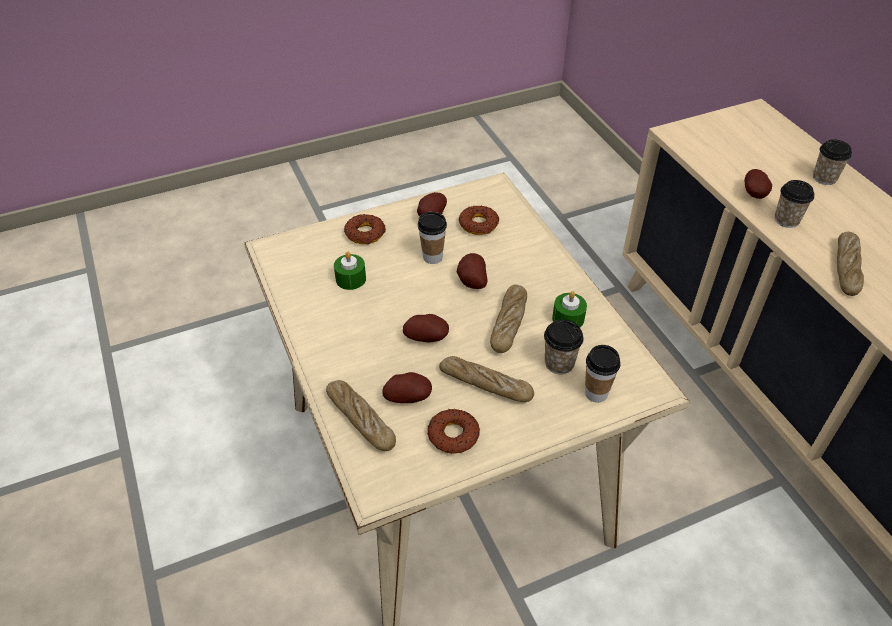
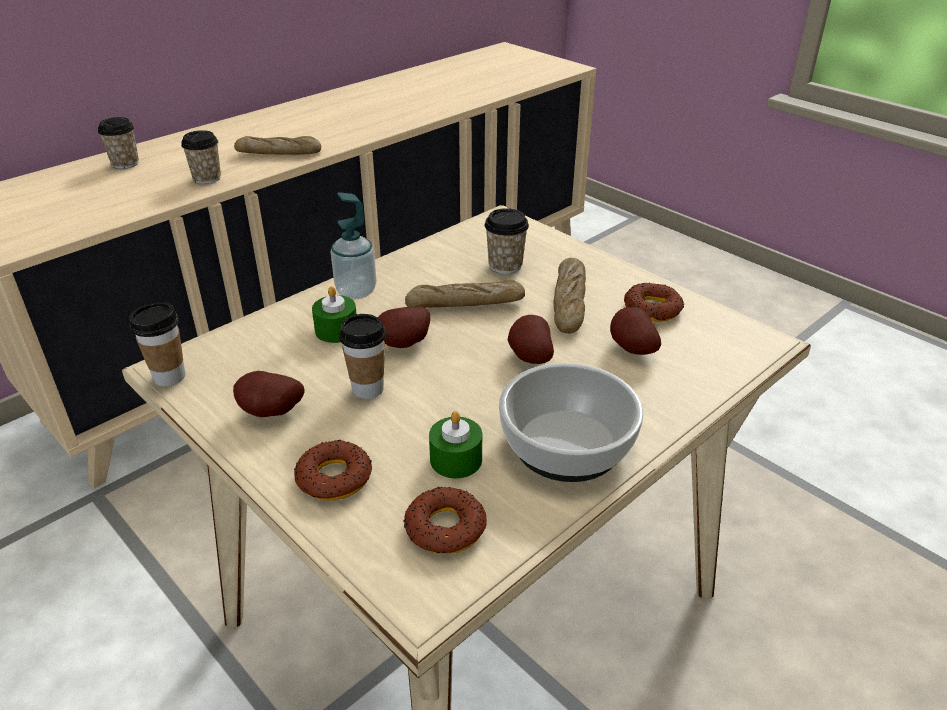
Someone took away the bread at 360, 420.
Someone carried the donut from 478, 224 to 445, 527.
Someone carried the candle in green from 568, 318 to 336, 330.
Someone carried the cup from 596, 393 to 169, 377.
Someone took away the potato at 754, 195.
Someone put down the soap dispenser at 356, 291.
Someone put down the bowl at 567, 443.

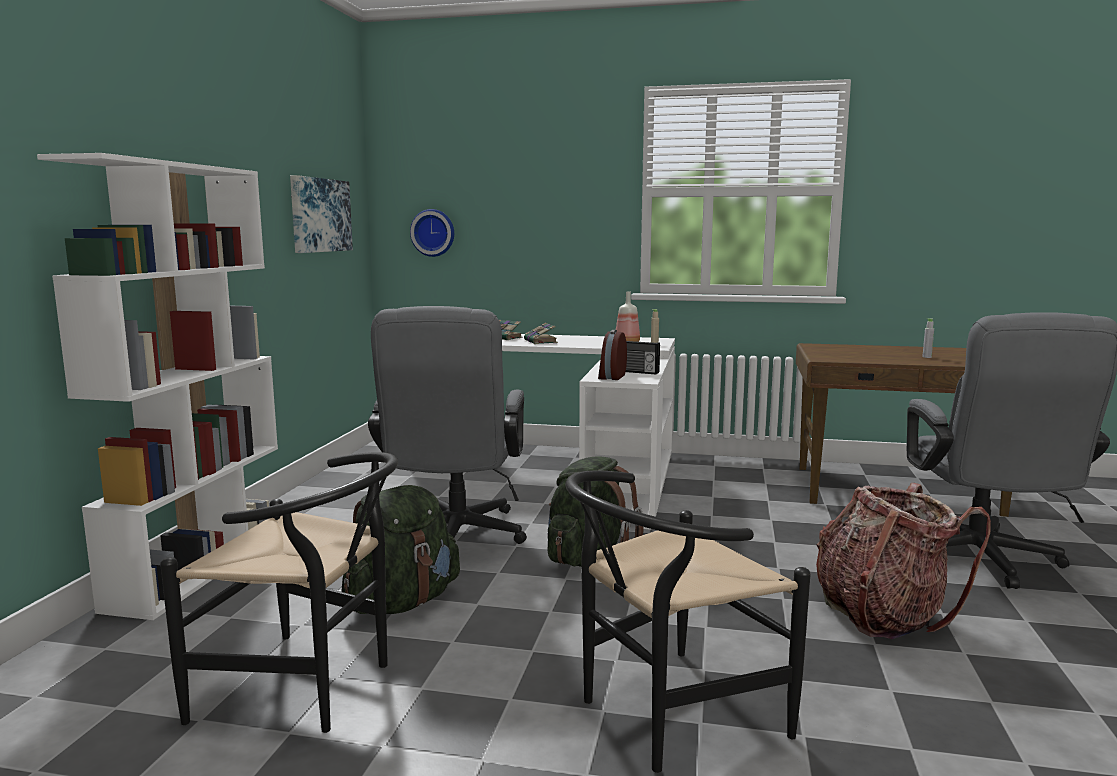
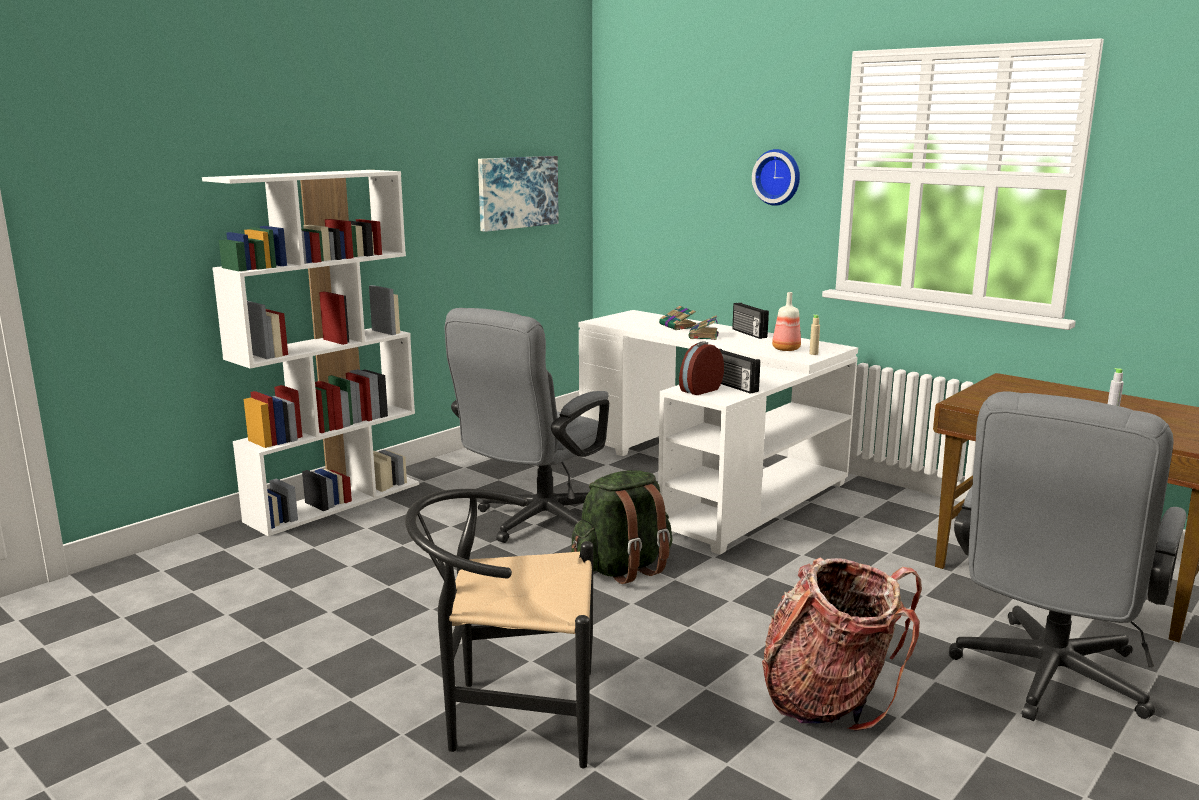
Someone took away the chair in black at 309, 688.
Someone took away the backpack in green at 402, 602.
Someone carried the wall clock from 433, 232 to 778, 177.
Someone put down the radio at 748, 333.

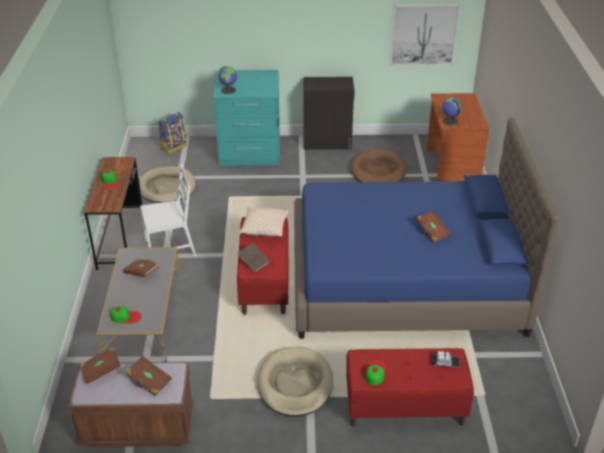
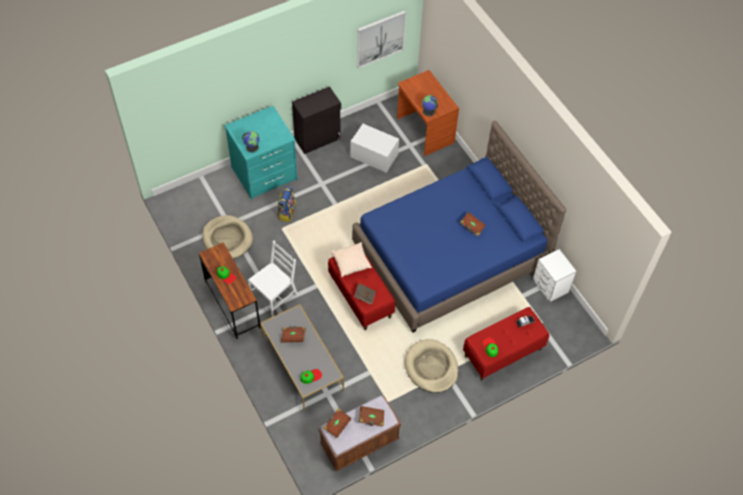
Someone carried the backpack from 173, 147 to 286, 212.
Someone swapped the dog bed in brown at 378, 171 for the storage box in white at 374, 156.
Someone put down the nightstand in white at 550, 287.

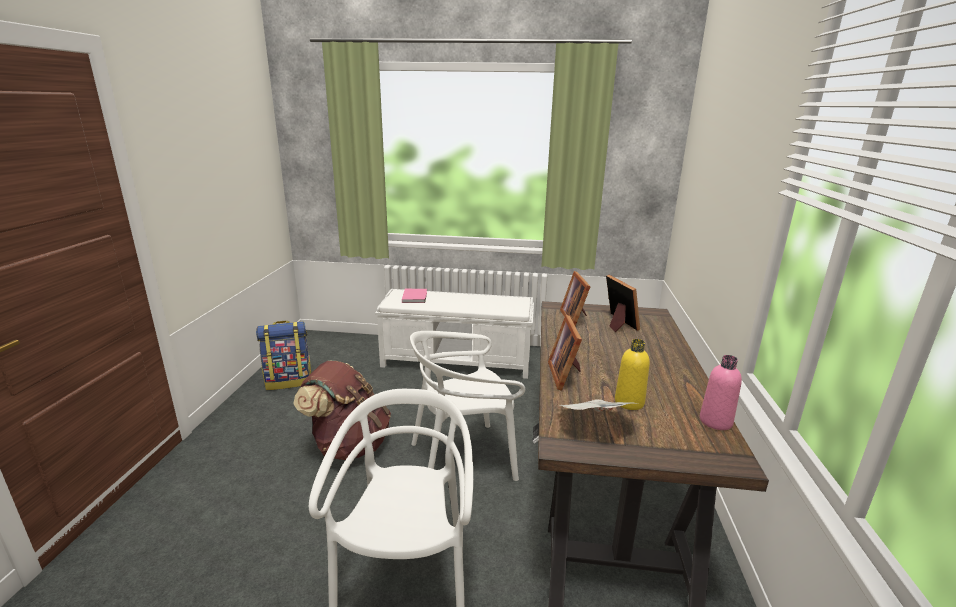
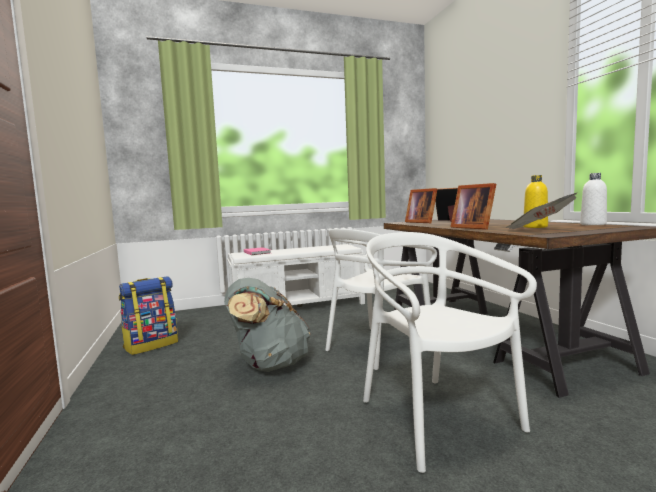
Someone repainted the backpack in brown at 349, 445, which became the backpack in grey at 268, 364.
Someone repainted the bottle in pink at 715, 421, which became the bottle in white at 593, 224.

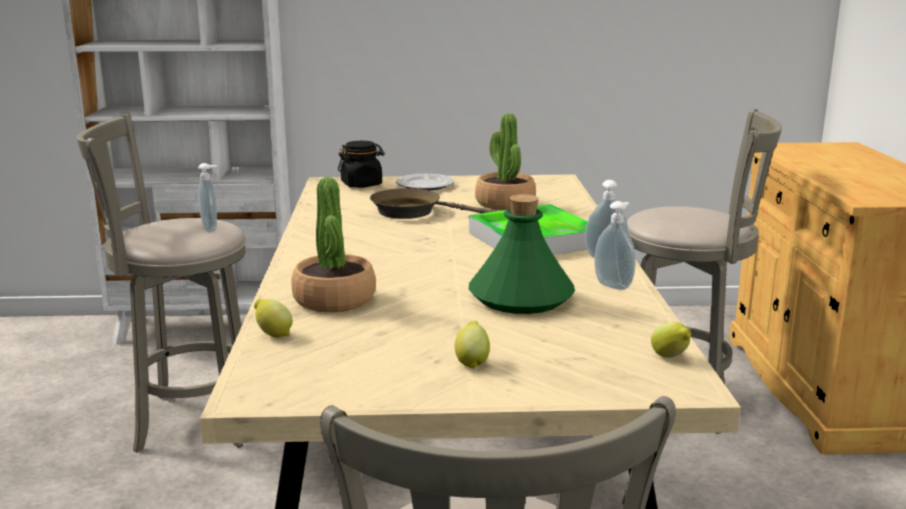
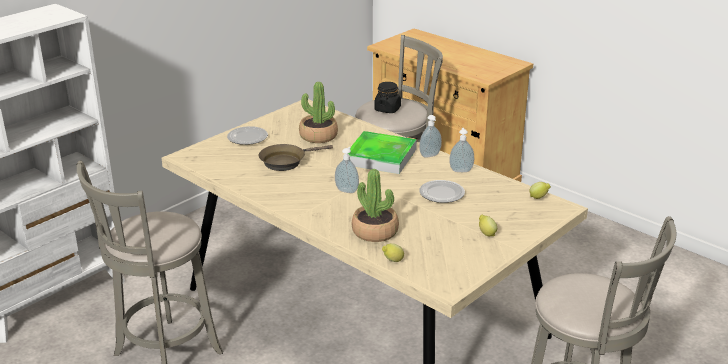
Someone carried the soap dispenser from 211, 229 to 347, 190.
Someone carried the jar in black from 362, 184 to 387, 109.
Someone swapped the bottle in green at 521, 297 for the plate at 441, 193.

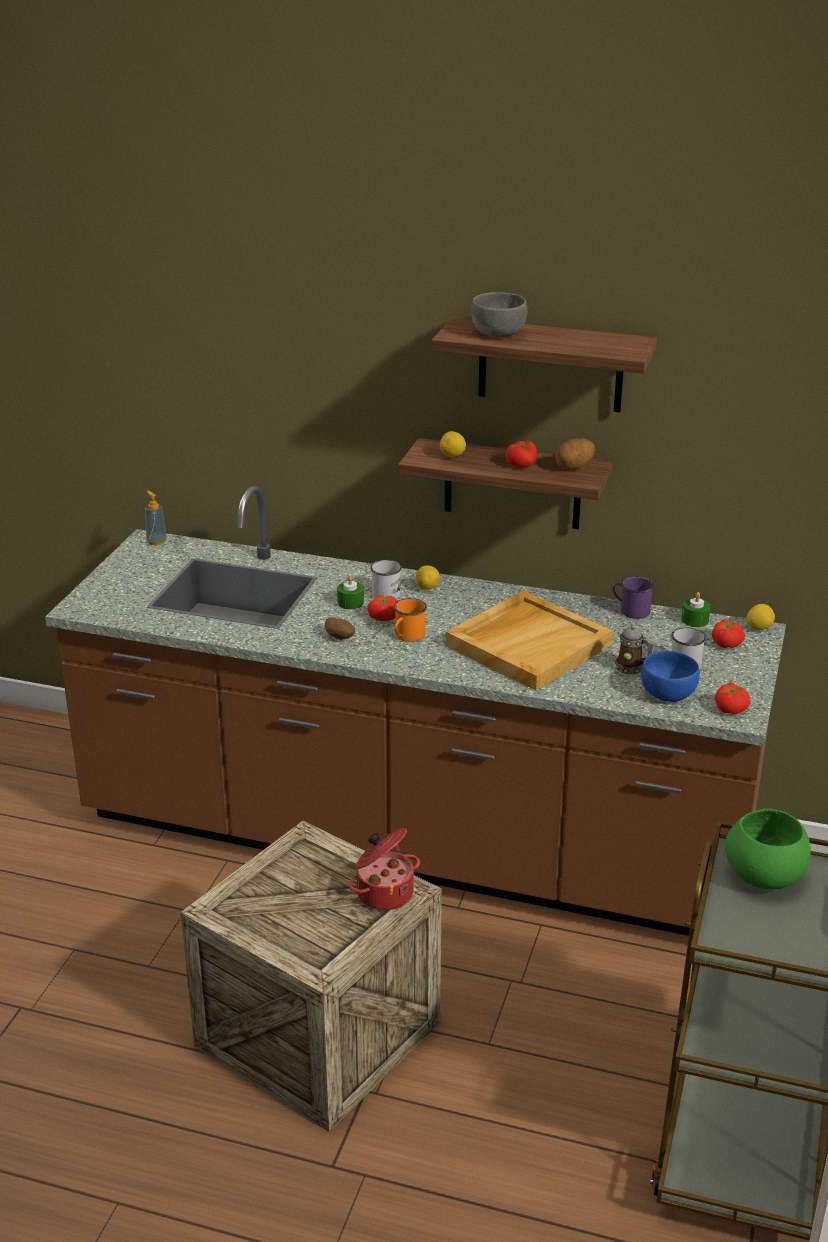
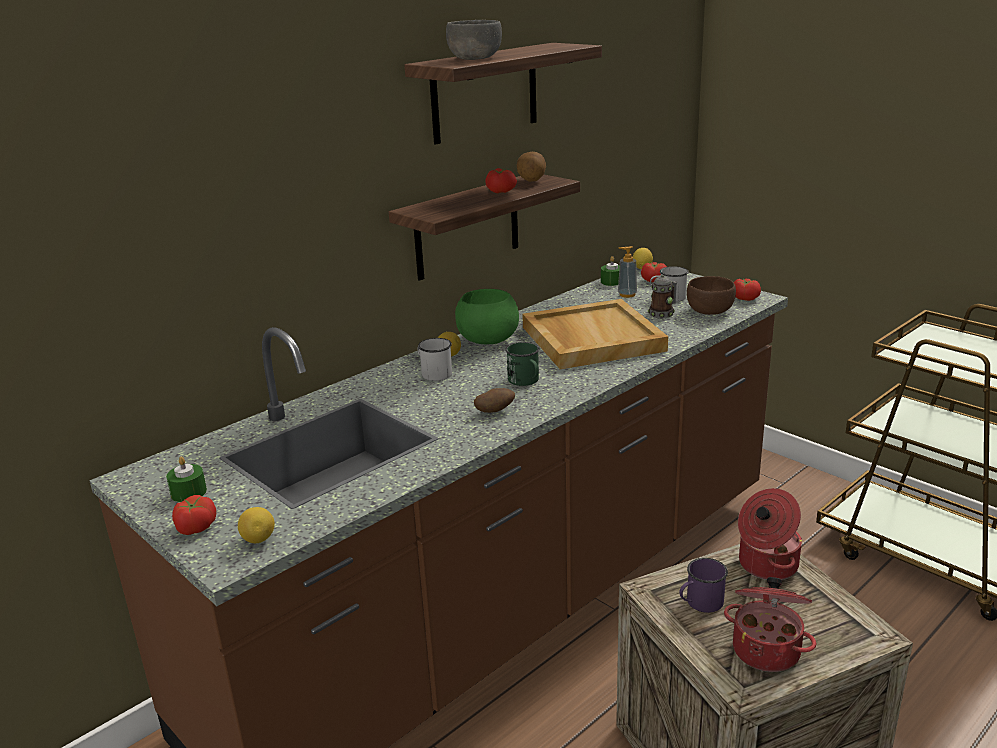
Someone carried the soap dispenser from 156, 541 to 627, 295.
Someone carried the candle in green from 350, 602 to 188, 492.
Someone carried the tomato from 383, 617 to 195, 527.
Someone repainted the mug in orange at 407, 636, which became the mug in green at 526, 381.
Someone carried the lemon from 452, 456 to 259, 539.
Someone carried the mug in purple from 630, 610 to 700, 603.
Someone repainted the bowl in blue at 668, 694, which became the bowl in brown at 710, 311.
Someone carried the bowl in green from 765, 874 to 488, 339.
Someone put down the cooking pot at 767, 650.

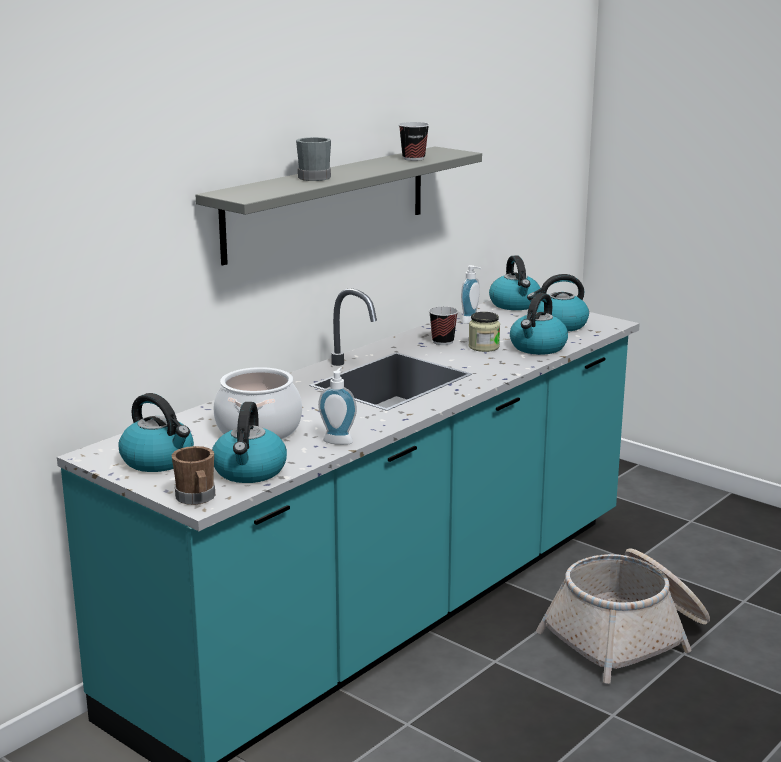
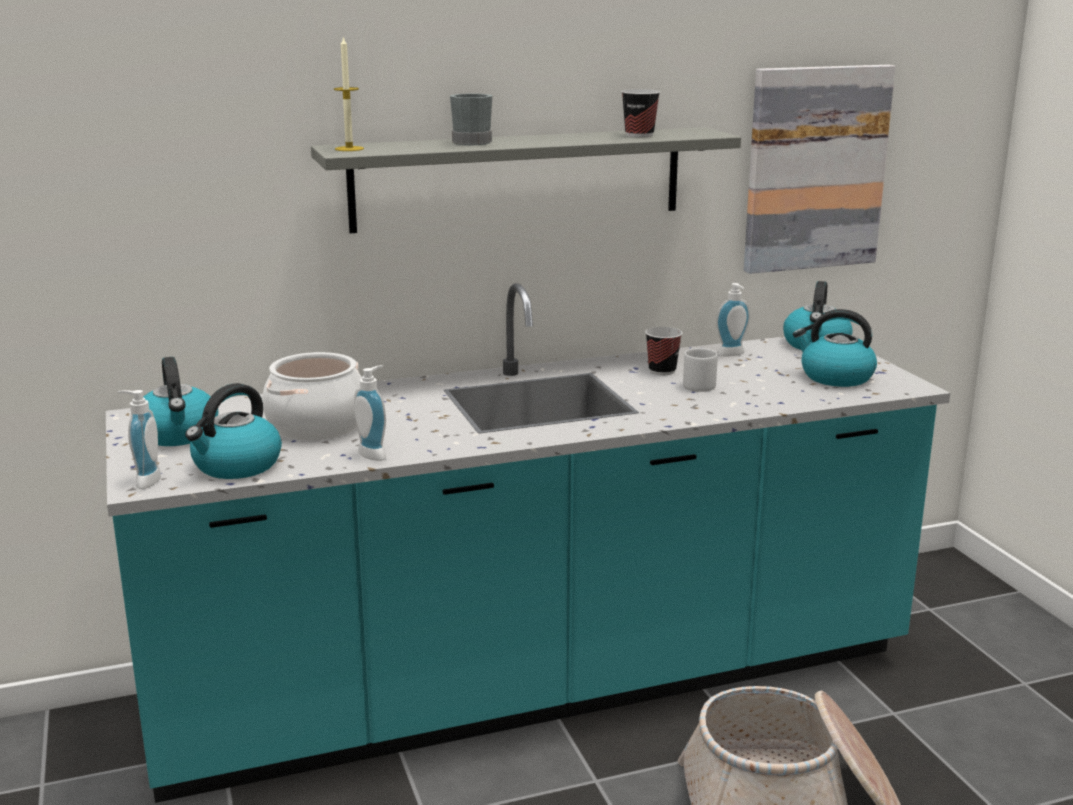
Someone swapped the mug in brown at 196, 498 for the soap dispenser at 144, 481.
Someone swapped the jar at 483, 347 for the mug in grey at 701, 385.
Someone took away the kettle at 538, 347.
Someone put down the candle at 349, 149.
Someone put up the picture at 815, 168.

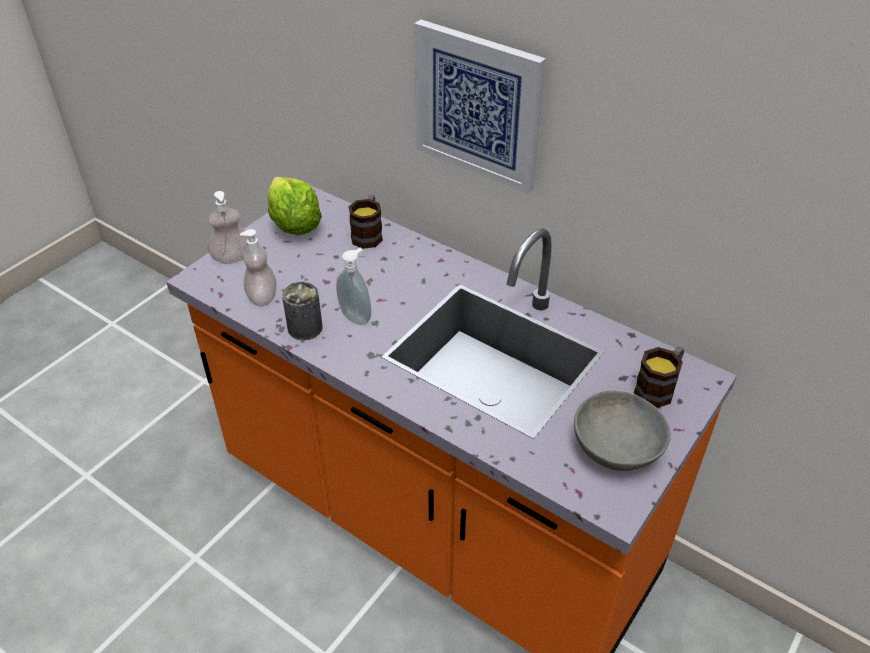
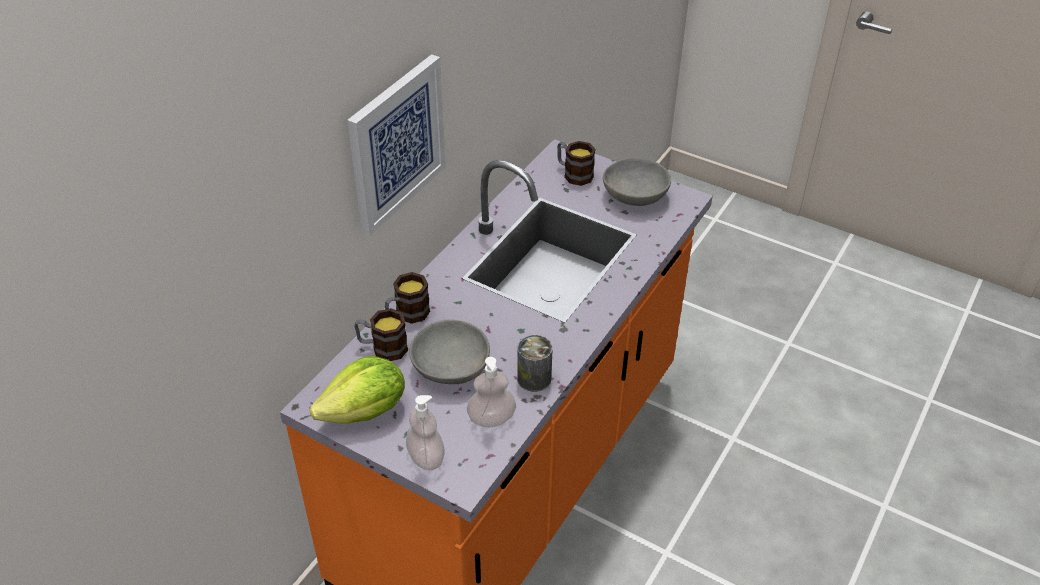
Someone took away the soap dispenser at 357, 316.
Someone put down the mug at 407, 315.
Someone put down the bowl in grey at 450, 368.

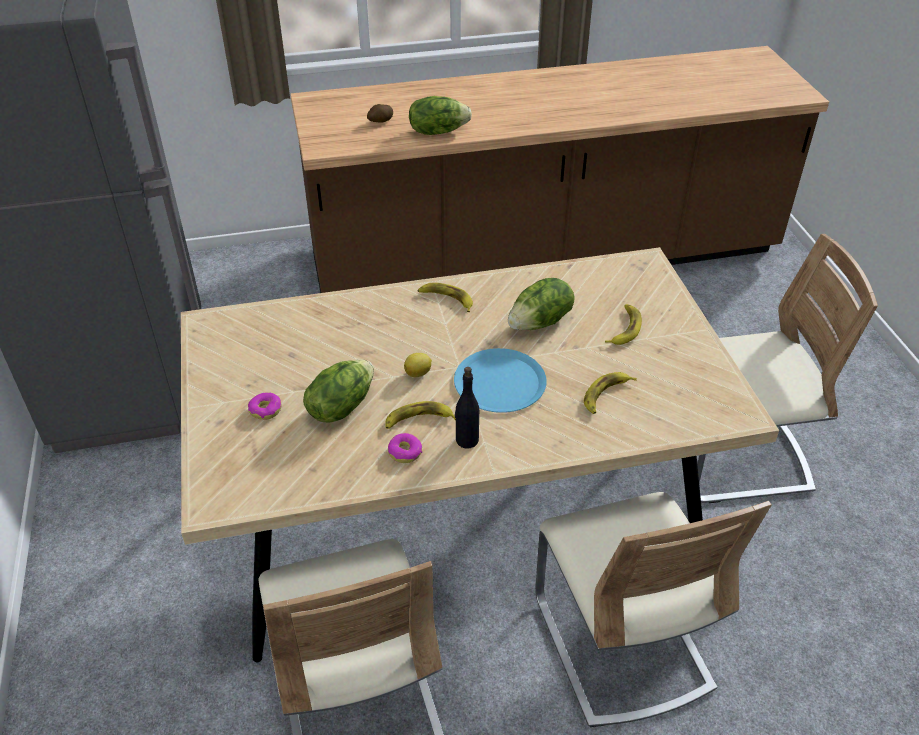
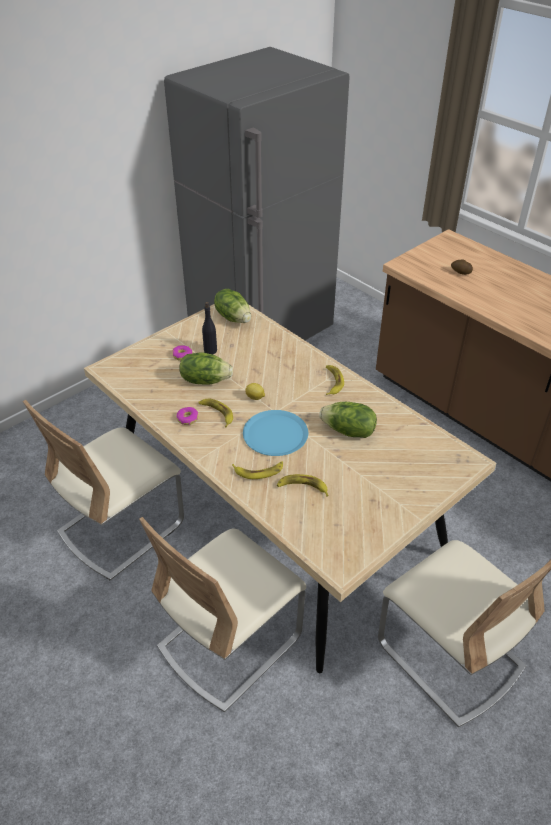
Someone carried the lettuce from 437, 131 to 234, 317.
Someone carried the bottle in black from 466, 440 to 210, 350.
Someone carried the banana from 624, 328 to 259, 471.

